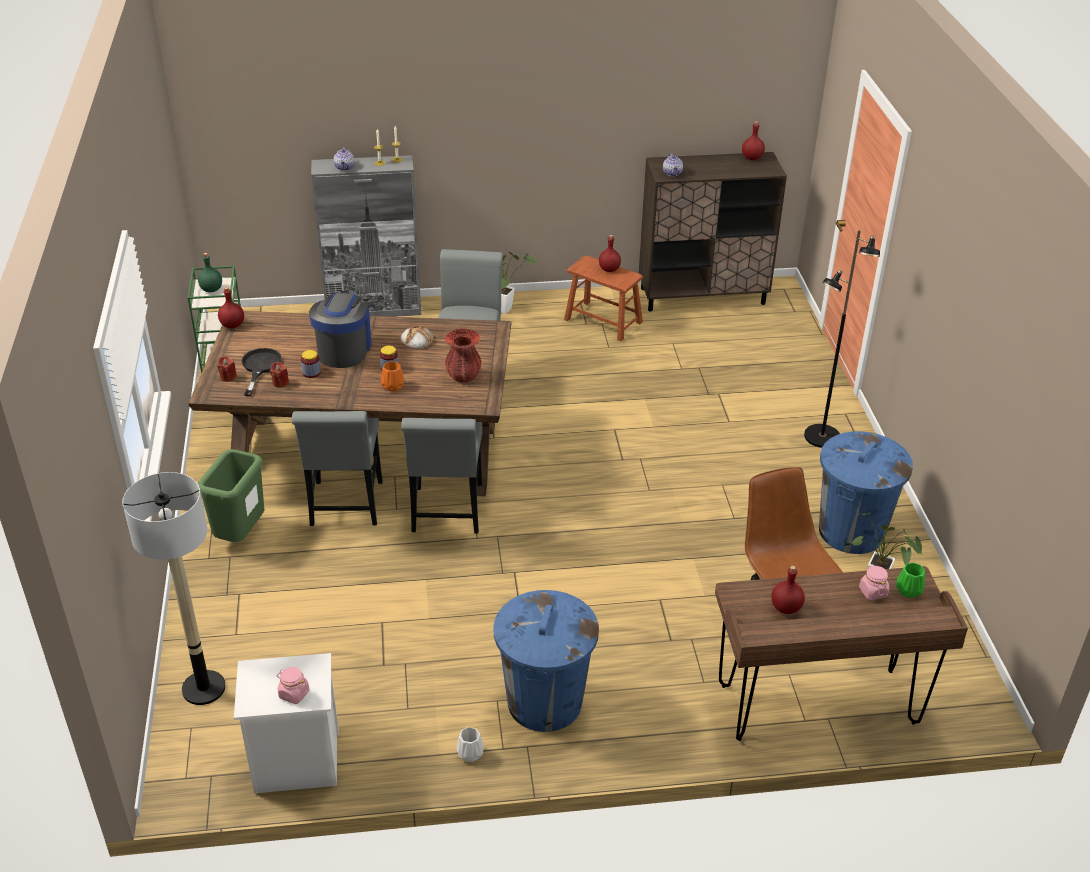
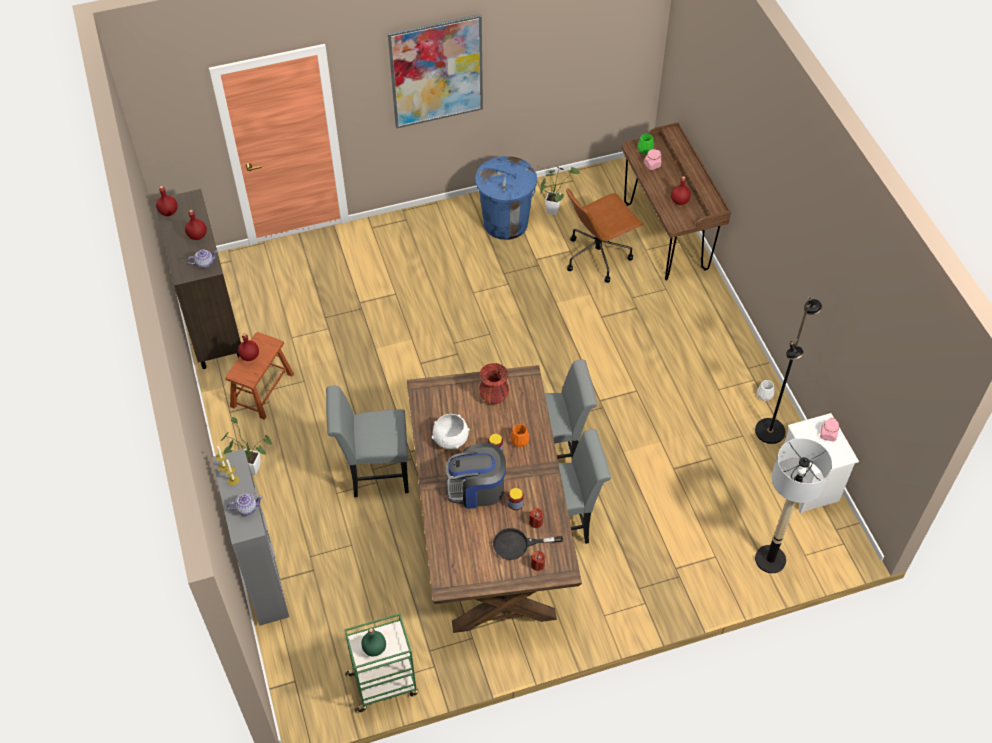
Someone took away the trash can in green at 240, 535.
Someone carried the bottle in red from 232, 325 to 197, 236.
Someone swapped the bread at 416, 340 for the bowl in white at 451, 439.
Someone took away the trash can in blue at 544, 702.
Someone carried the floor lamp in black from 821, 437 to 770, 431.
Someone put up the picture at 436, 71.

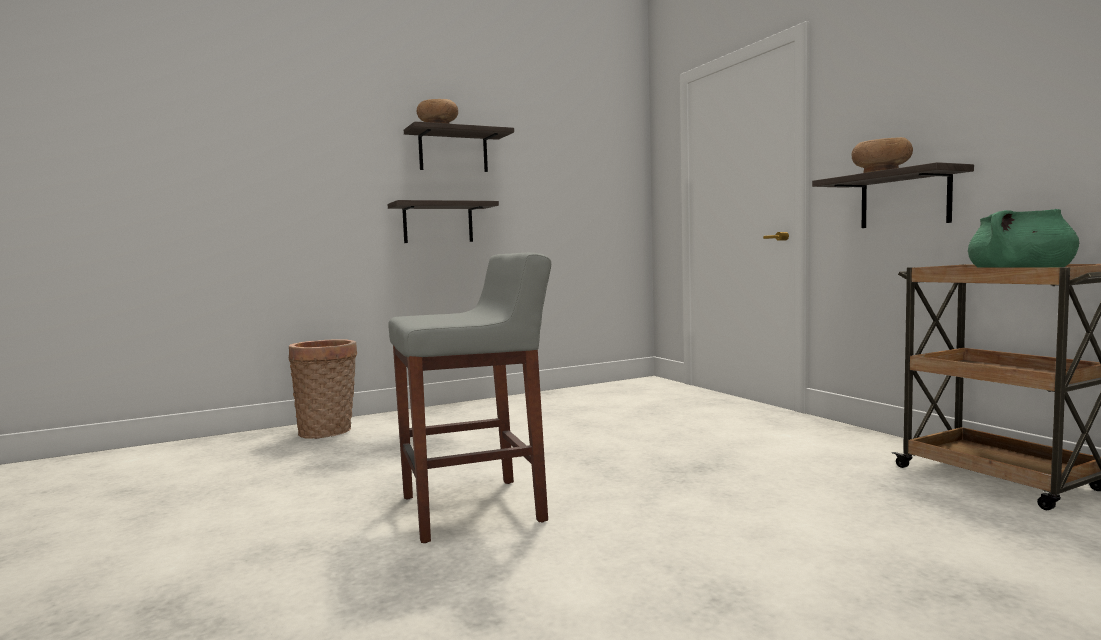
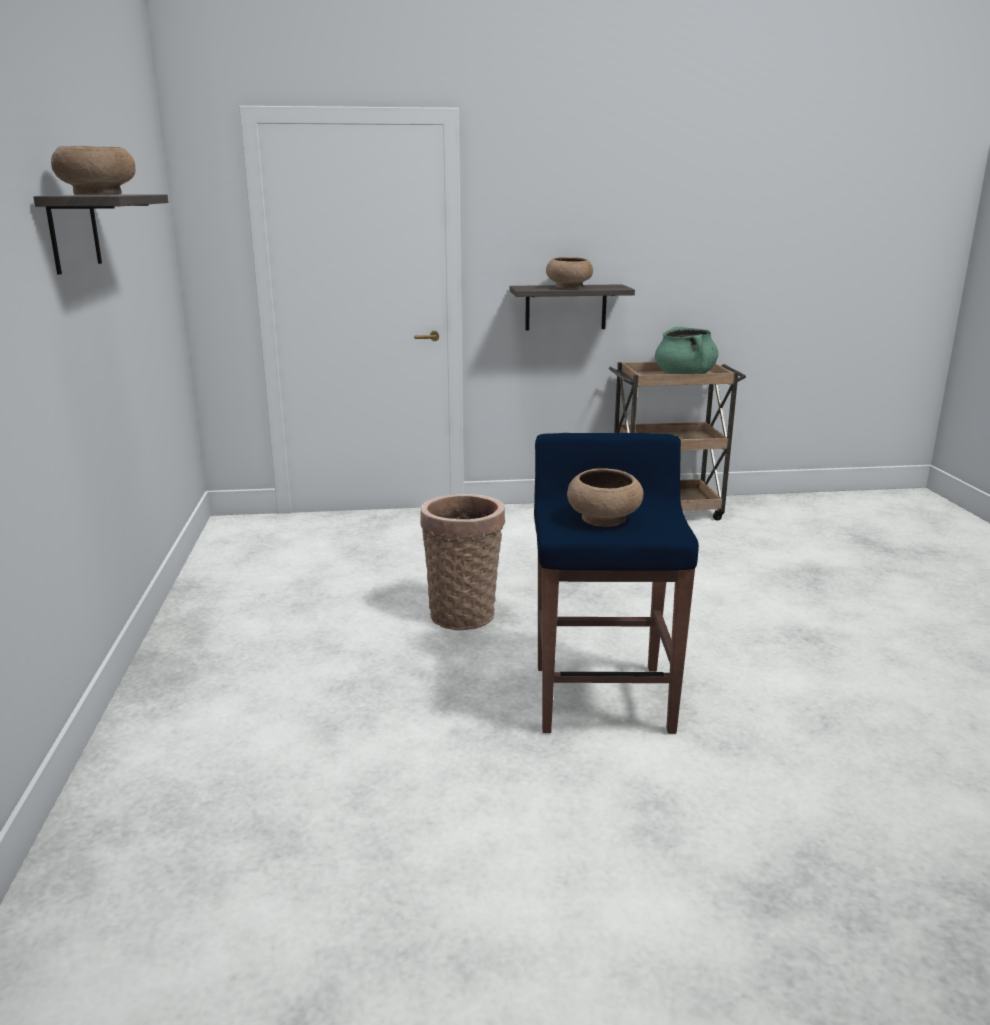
Someone carried the basket from 329, 431 to 463, 613.
Someone took away the shelf at 438, 223.
Someone repainted the stool in grey at 475, 508, which became the stool in blue at 602, 696.
Someone put down the bowl in brown at 604, 519.

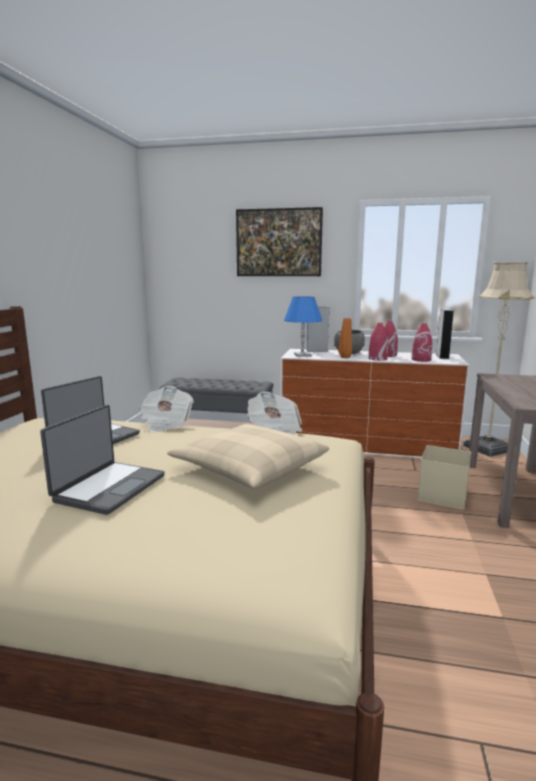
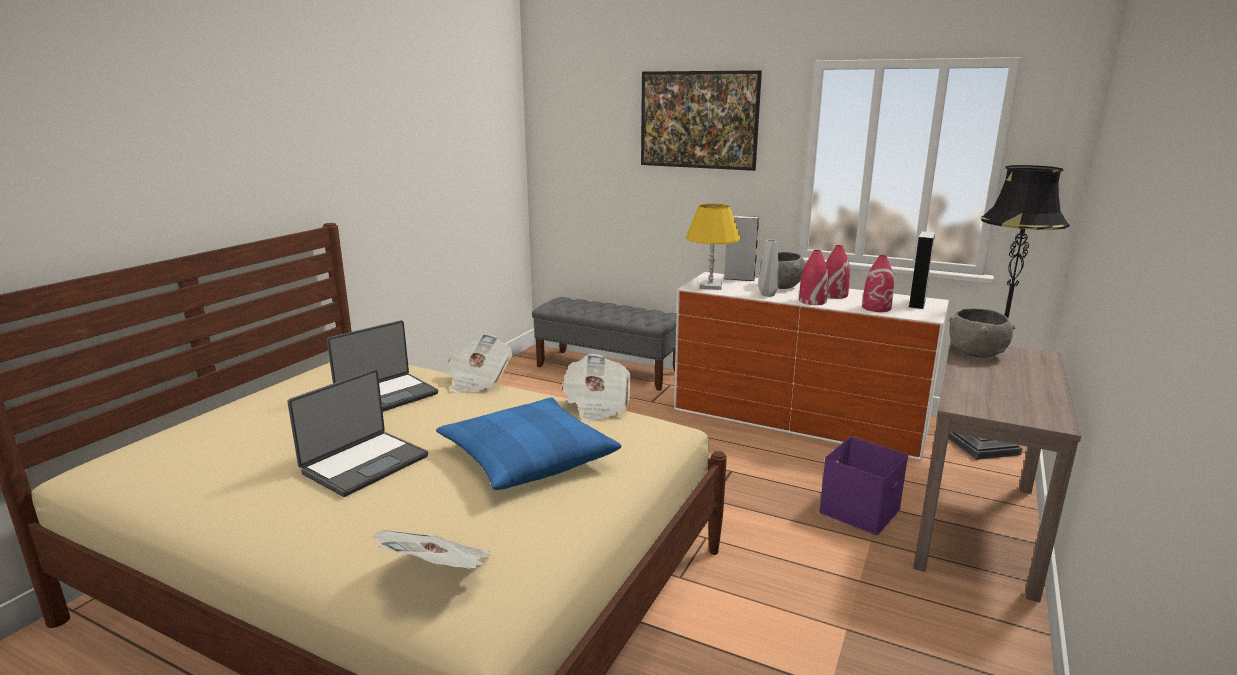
Someone repainted the pillow in beige at 249, 467, which became the pillow in blue at 527, 457.
Someone repainted the table lamp in blue at 302, 355, which became the table lamp in yellow at 710, 286.
Someone repainted the vase in orange at 345, 357, which became the vase in grey at 767, 294.
Someone repainted the storage box in beige at 441, 495, which became the storage box in purple at 859, 509.
Someone repainted the floor lamp in beige at 487, 448, which became the floor lamp in black at 982, 445.
Someone put down the newspaper at 439, 574.
Someone put down the bowl in grey at 976, 353.

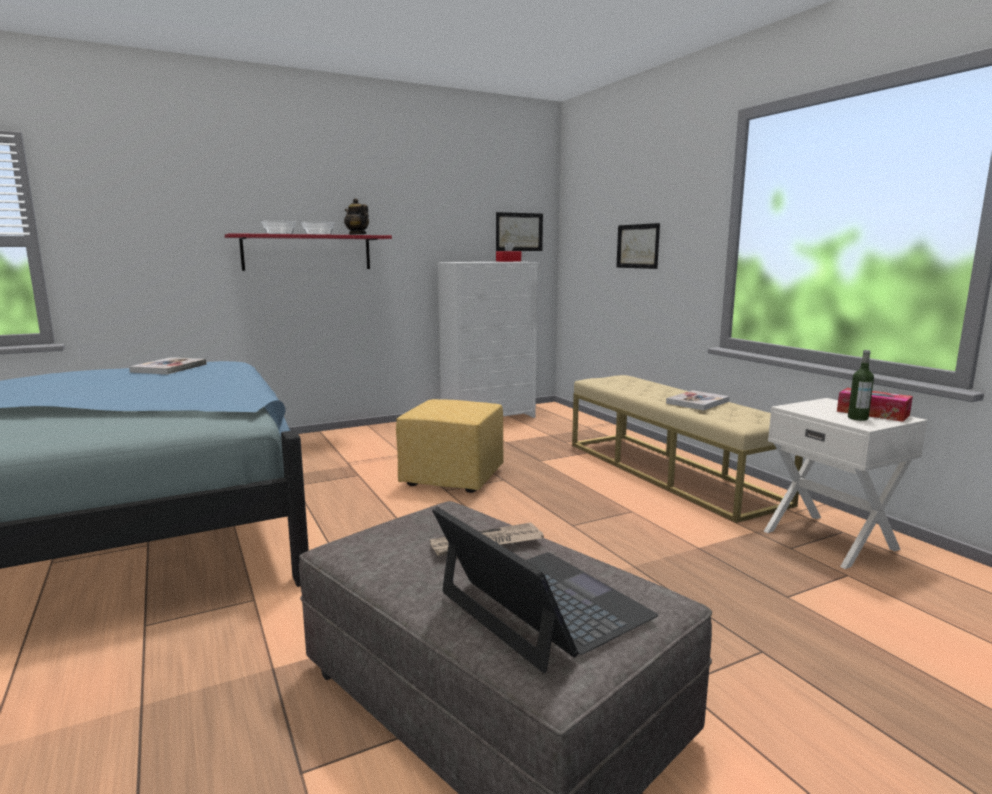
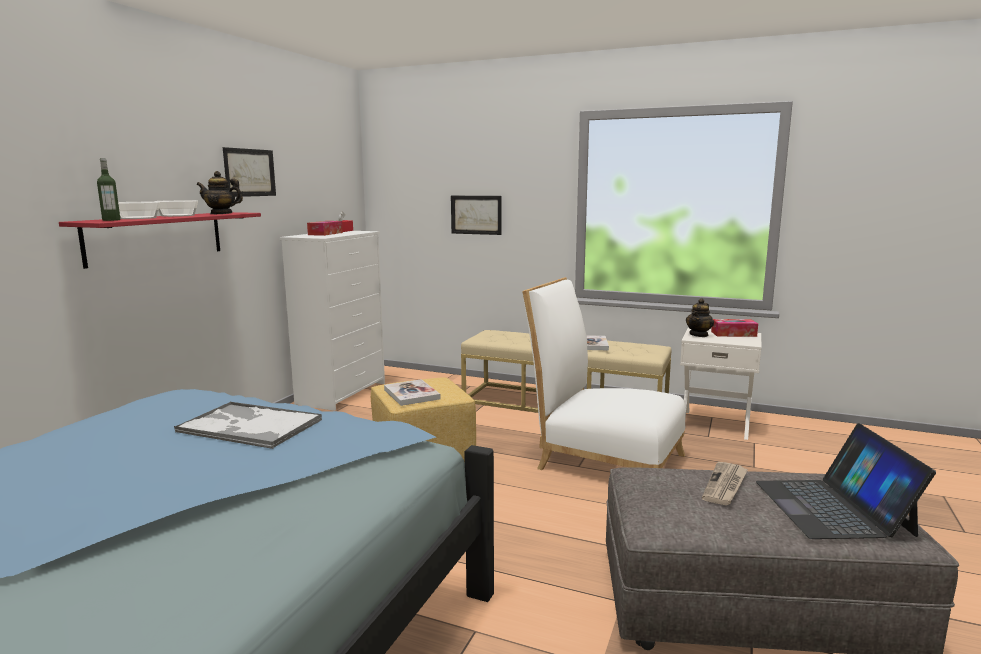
Someone carried the book from 169, 368 to 411, 394.
Someone rotated the laptop at 542, 605 by 105 degrees counterclockwise.
Someone carried the picture from 519, 232 to 250, 172.
Someone carried the bottle from 857, 418 to 111, 220.
Someone put down the tray at 249, 426.
Someone put down the tissue box at 325, 234.
Someone put down the chair in white at 602, 459.
Someone put down the teapot at 699, 335.

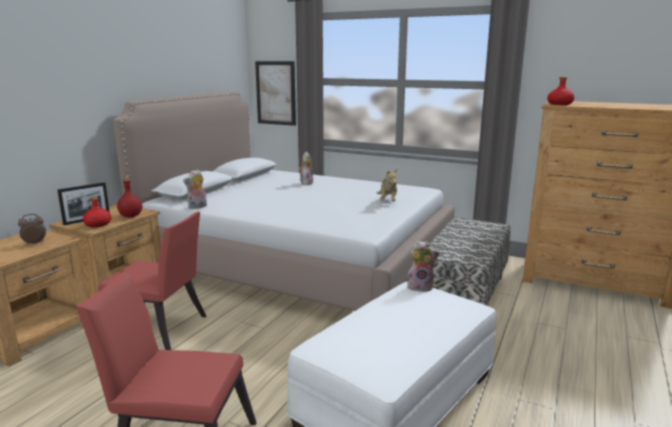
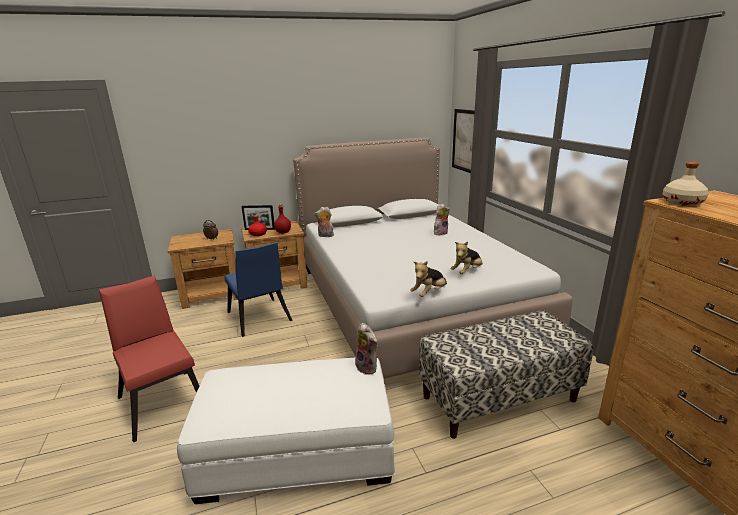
Someone repainted the chair in red at 160, 330, which became the chair in blue at 259, 319.
Someone repainted the bottle in red at 560, 104, which became the bottle in beige at 682, 202.
Someone put down the plush toy at 429, 293.

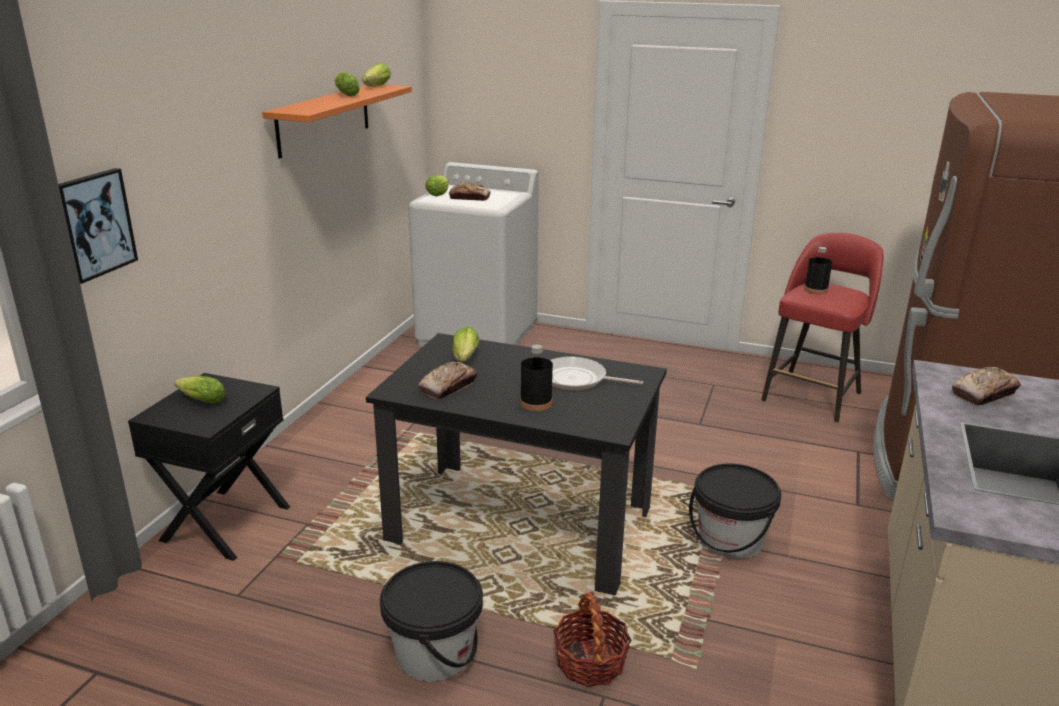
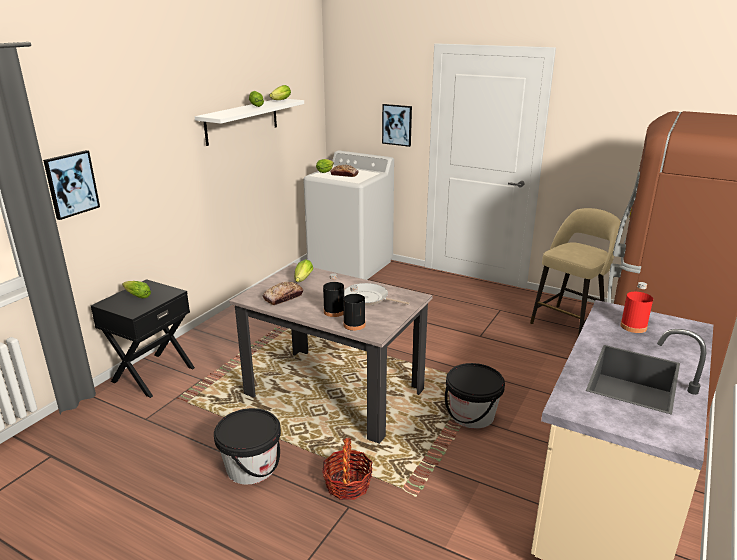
Someone repainted the shelf in orange at 324, 119, which became the shelf in white at 242, 121.
Someone repainted the dining table in black at 520, 525, which became the dining table in beige at 334, 392.
Someone repainted the stool in red at 813, 395, which became the stool in beige at 569, 322.
Someone carried the bottle in black from 816, 290 to 354, 325.
Someone swapped the bread at 984, 393 for the bottle in red at 633, 326.
Someone put up the picture at 397, 125.

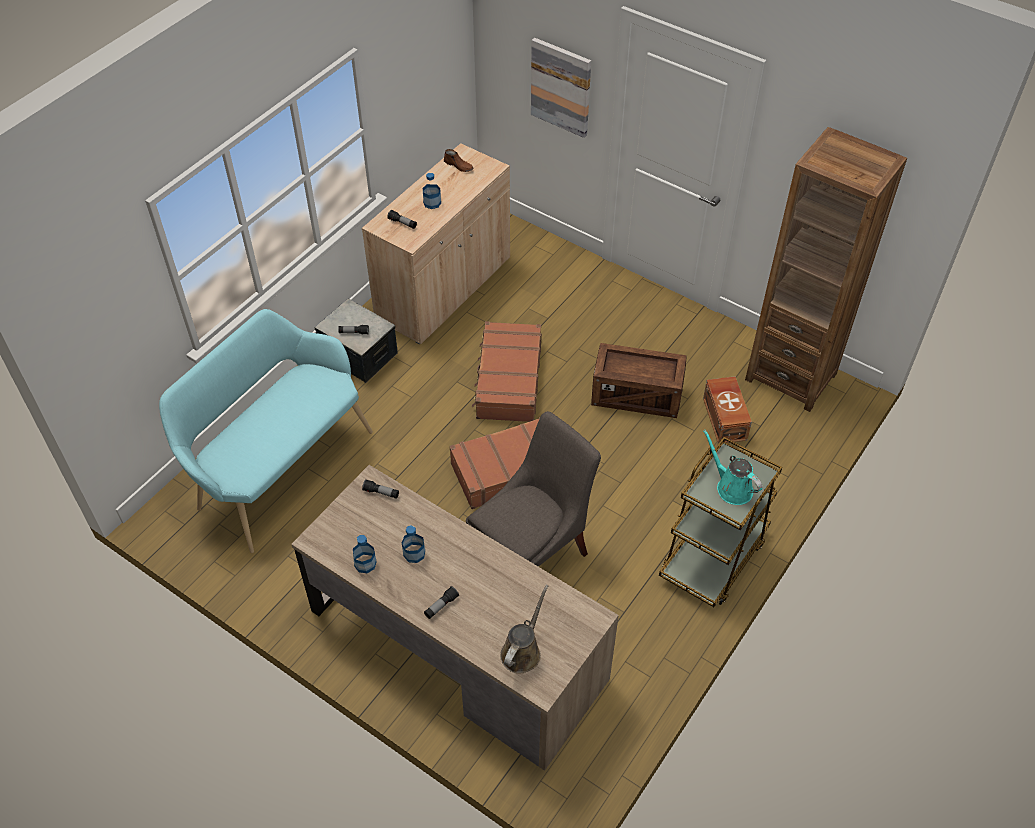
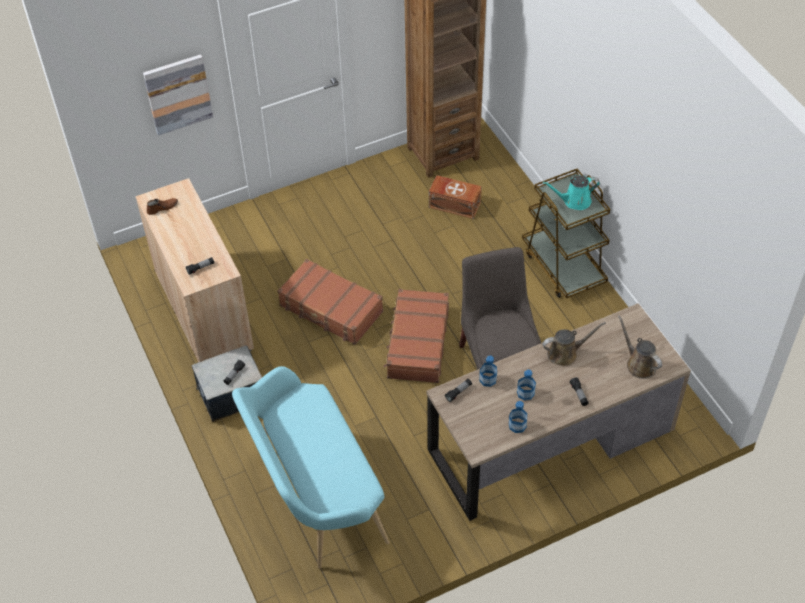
Someone carried the bottle from 432, 203 to 488, 379.
Someone took away the crate at 636, 395.
Someone put down the watering can in brown at 565, 353.

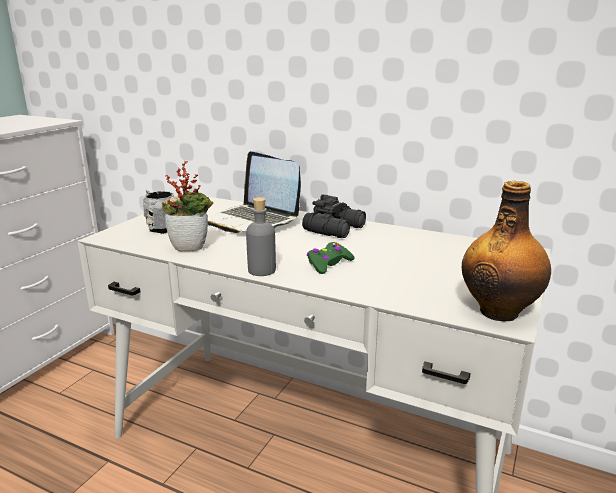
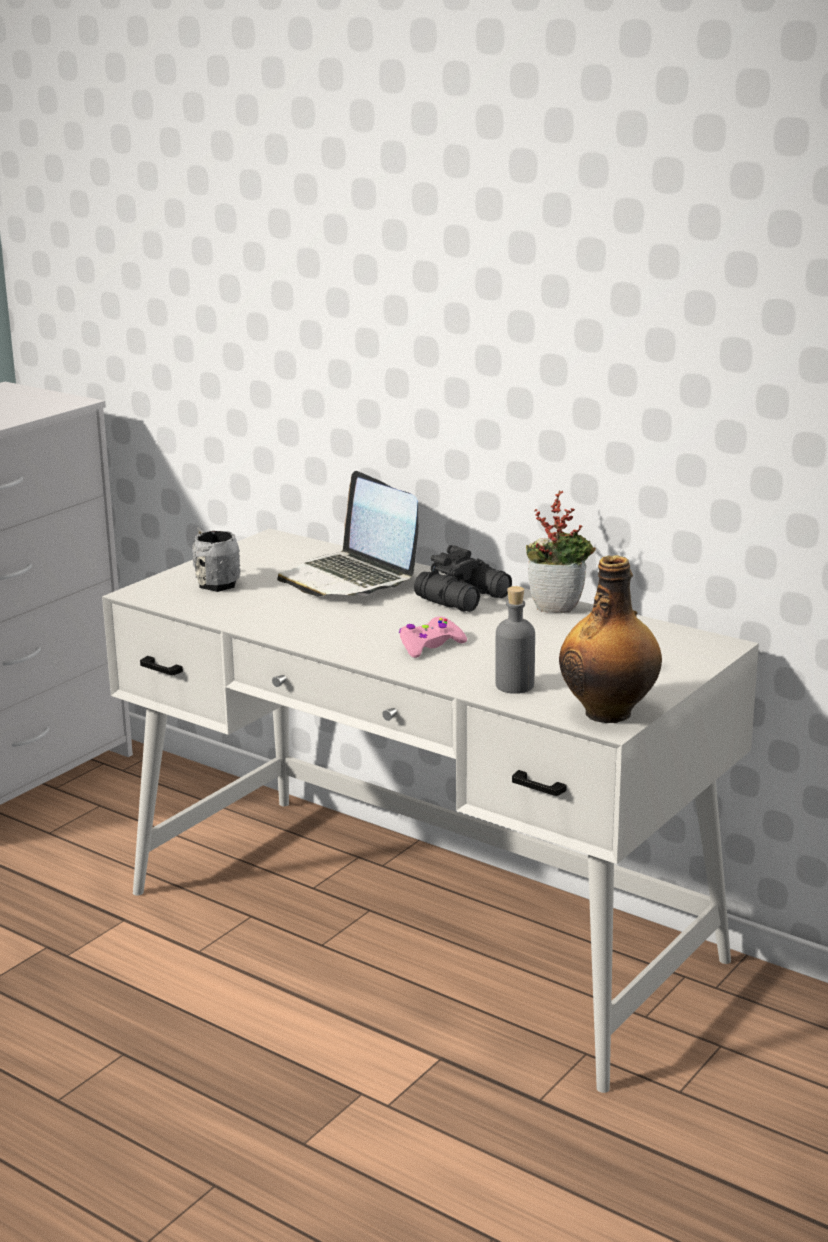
Someone carried the potted plant from 191, 247 to 559, 608.
Someone carried the bottle in grey from 261, 270 to 514, 685.
Someone repainted the game controller in green at 328, 264, which became the game controller in pink at 430, 645.

